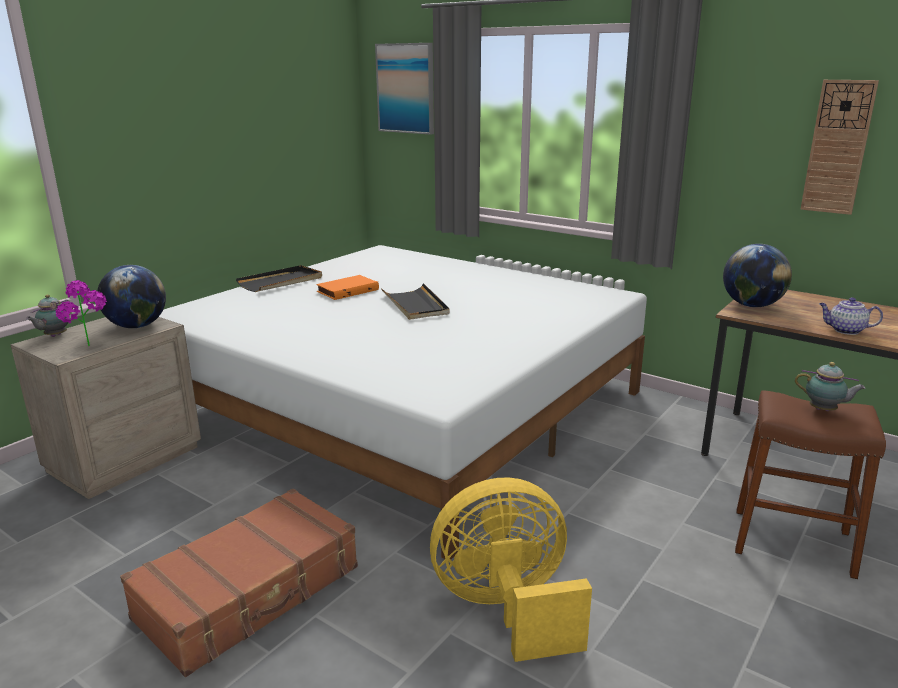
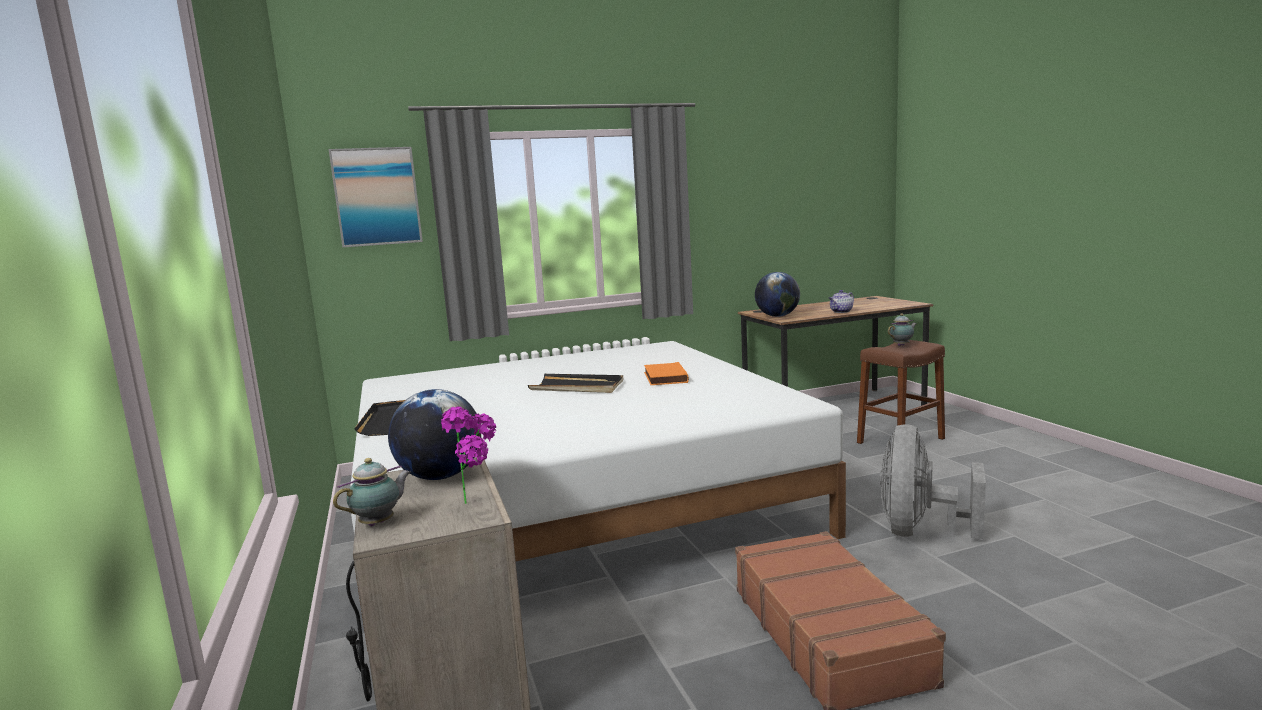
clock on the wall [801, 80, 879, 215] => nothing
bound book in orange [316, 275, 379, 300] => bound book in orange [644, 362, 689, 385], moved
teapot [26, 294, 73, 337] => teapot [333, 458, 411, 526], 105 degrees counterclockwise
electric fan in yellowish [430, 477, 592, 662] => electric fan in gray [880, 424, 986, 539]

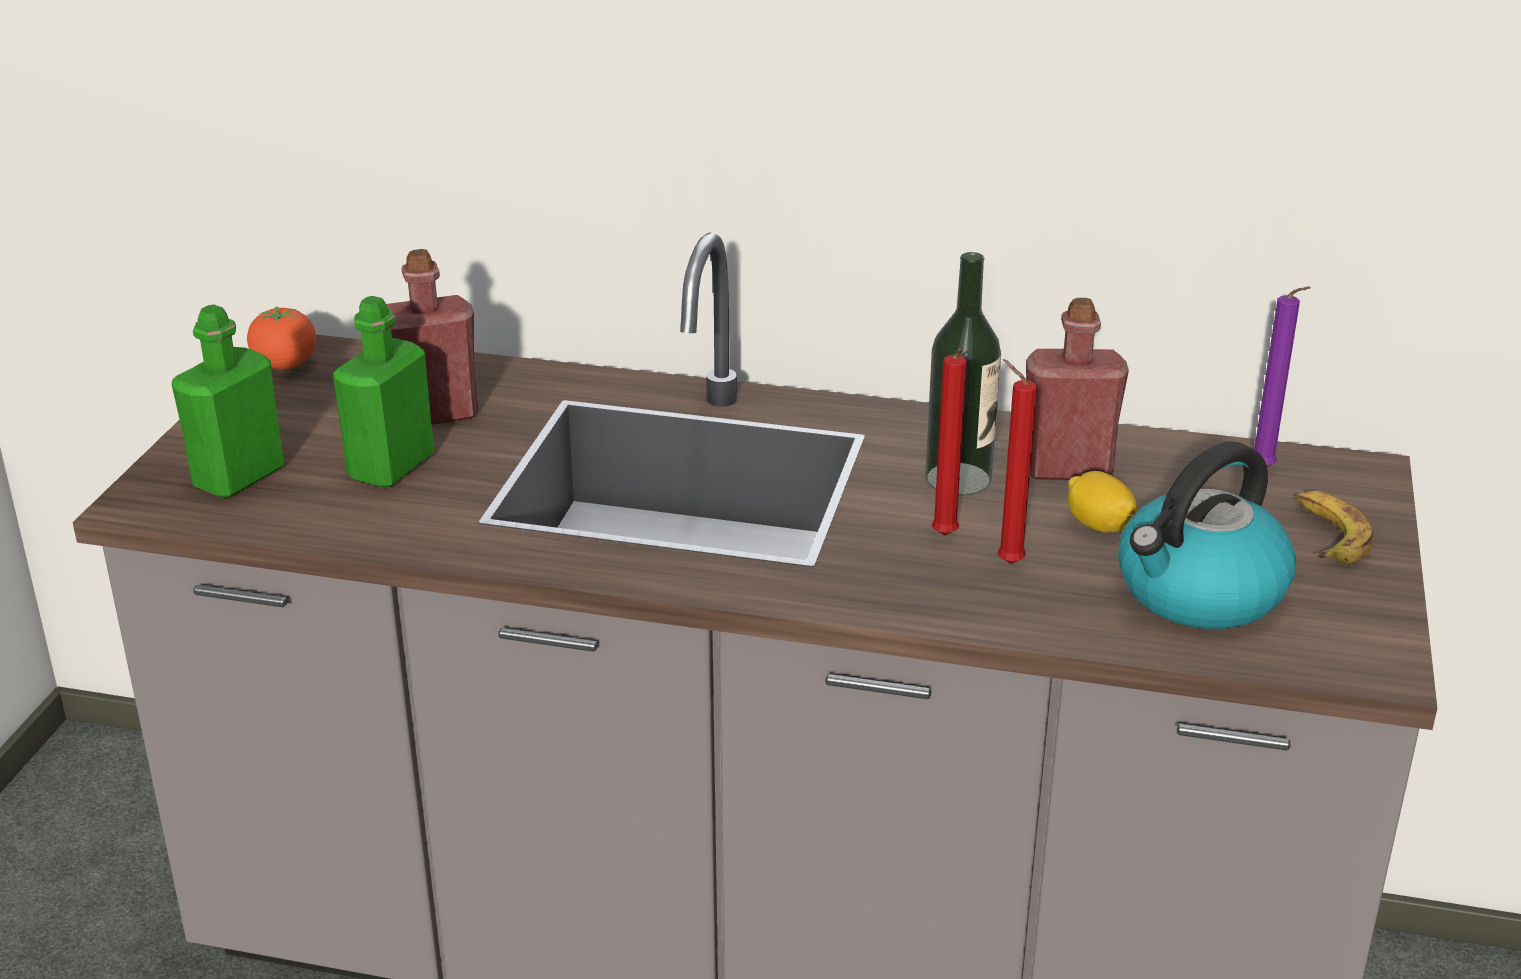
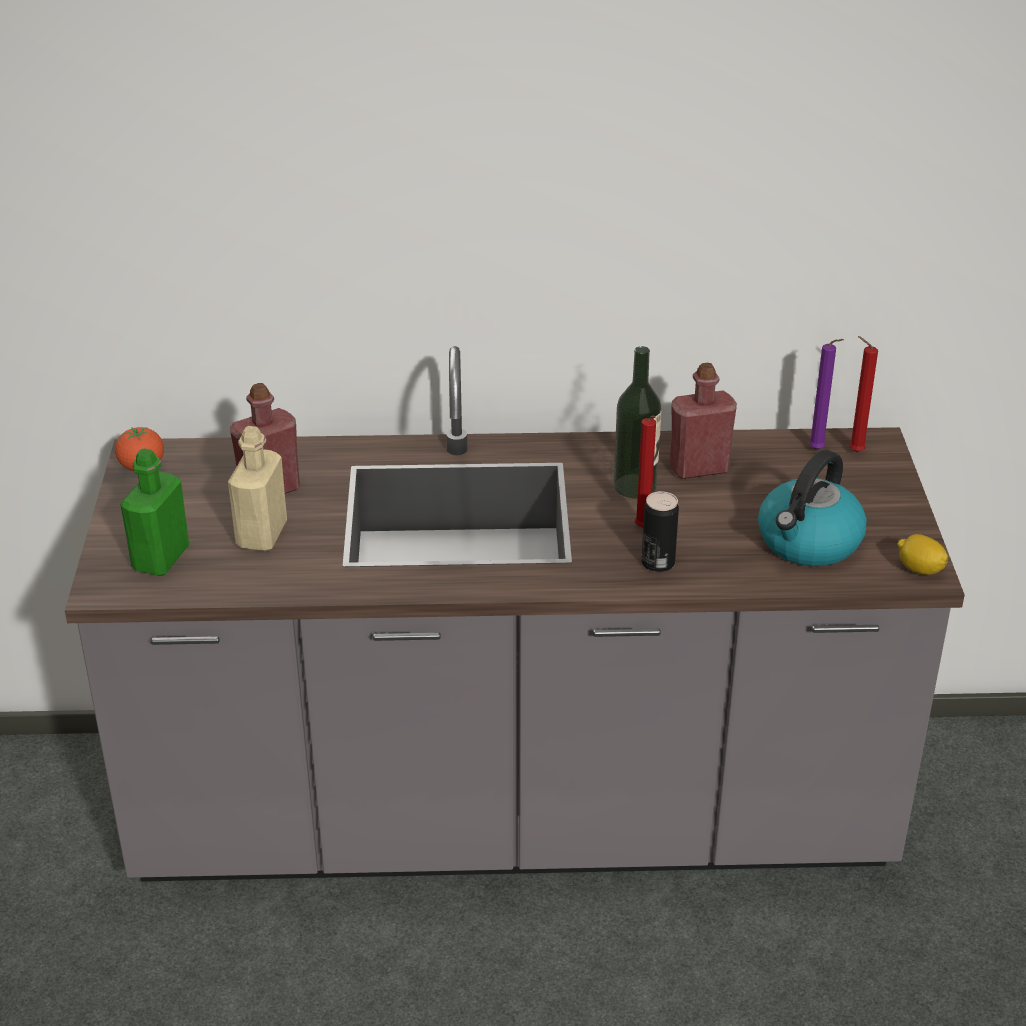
bottle in green [333, 296, 434, 488] => bottle in sand-coloured [228, 426, 287, 551]
candle in red [997, 359, 1037, 564] => candle in red [849, 336, 878, 452], moved
citrus fruit [1068, 471, 1137, 533] => citrus fruit [897, 534, 948, 575], moved
banana [1296, 491, 1373, 563] => nothing
nothing => can [642, 491, 679, 572]

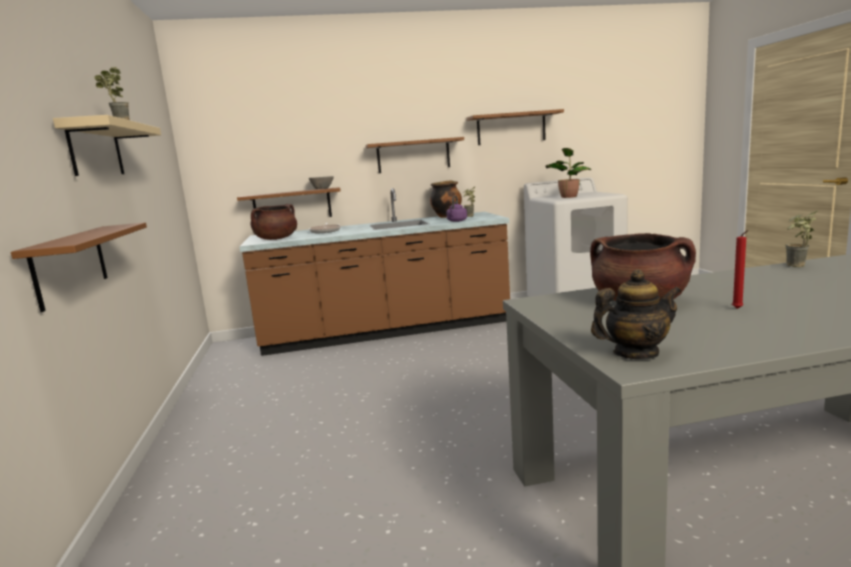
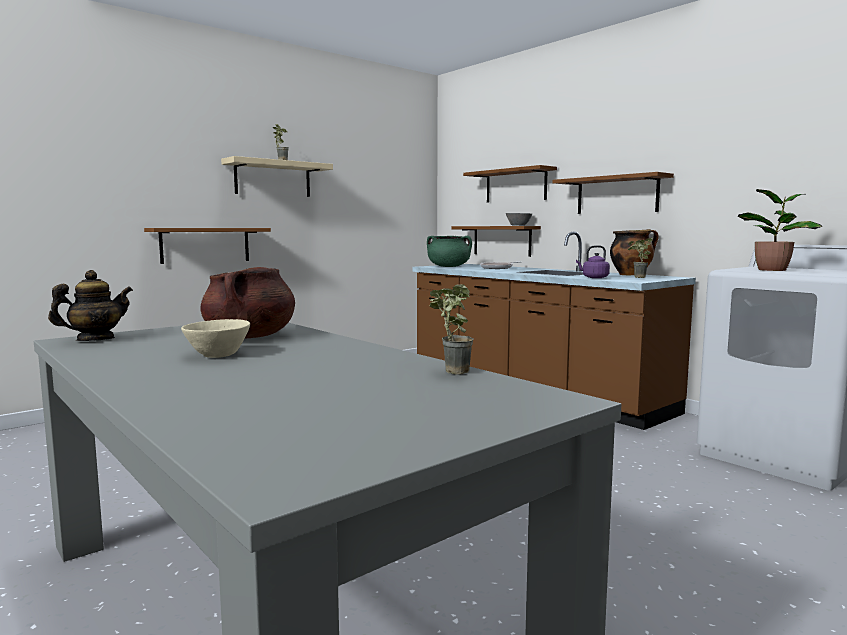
wall shelf in brown [467, 109, 564, 145] => wall shelf in brown [463, 165, 557, 202], moved
stockpot in brown [250, 204, 297, 240] => stockpot in green [427, 236, 472, 267]
candle in red [732, 230, 748, 309] => serving bowl in sand-coloured [181, 319, 250, 358]
teapot [591, 269, 681, 359] => teapot [48, 270, 133, 341], 90 degrees counterclockwise

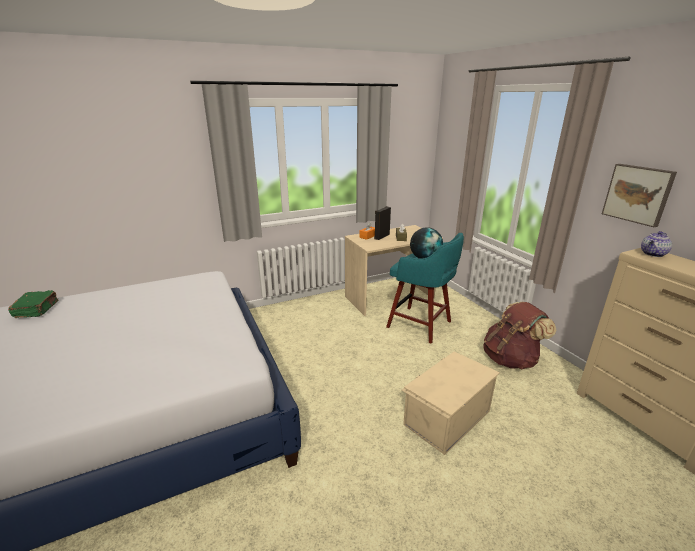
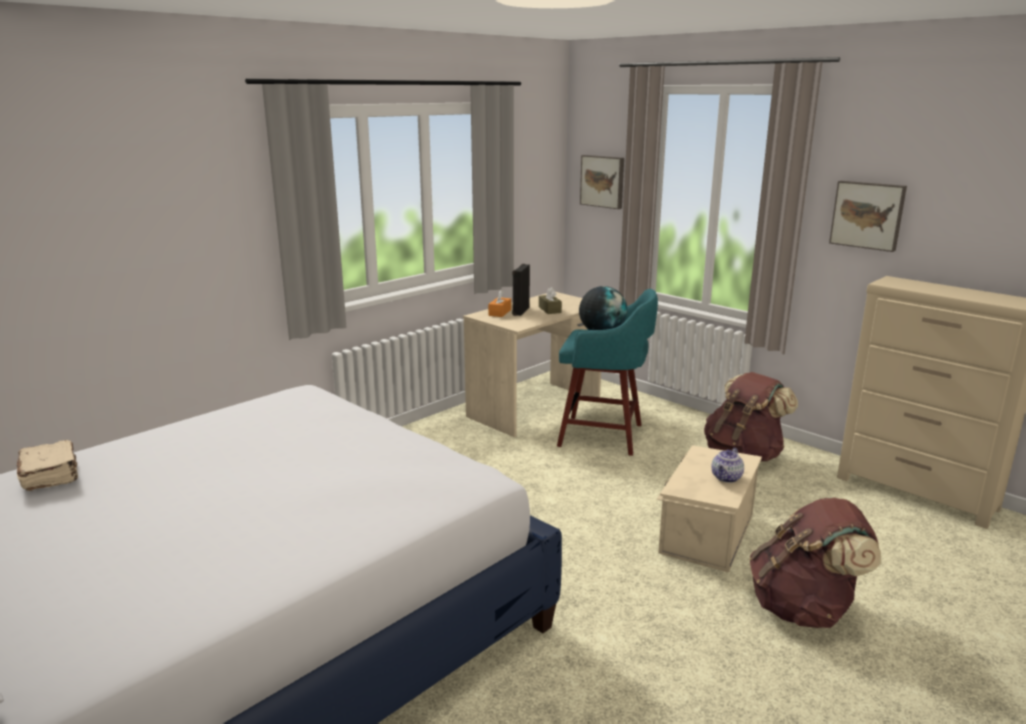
teapot [641, 231, 672, 257] => teapot [711, 448, 744, 483], moved
bound book in green [8, 290, 59, 318] => bound book in sand-coloured [17, 440, 78, 491]
nothing => picture [580, 155, 624, 209]
nothing => backpack in brown [749, 497, 881, 628]

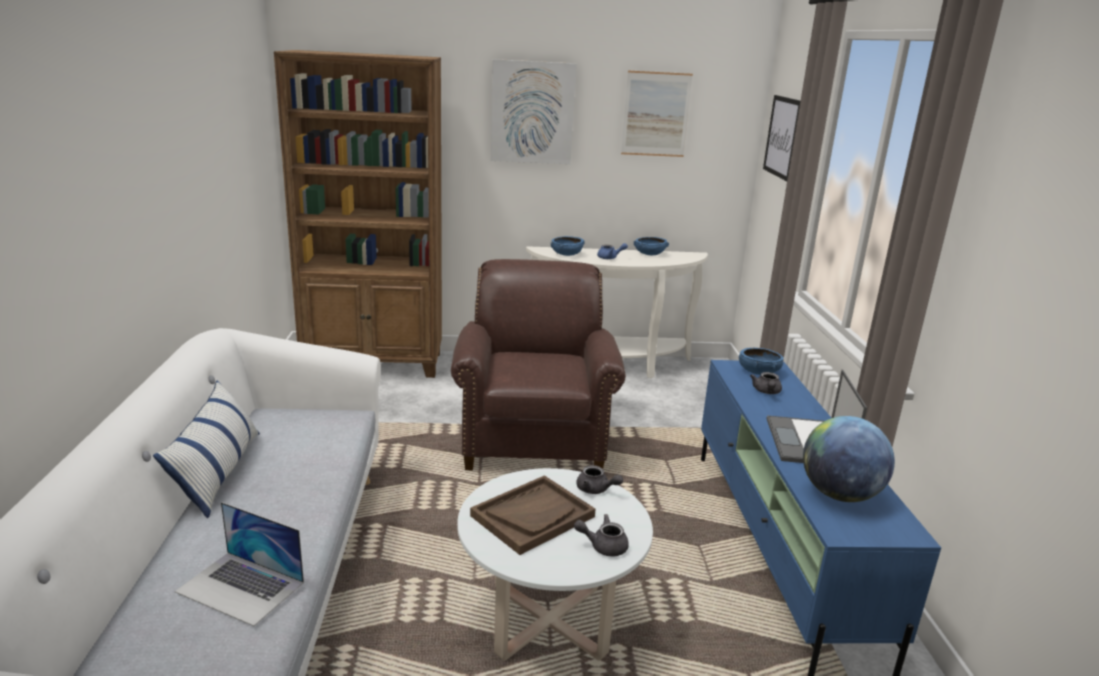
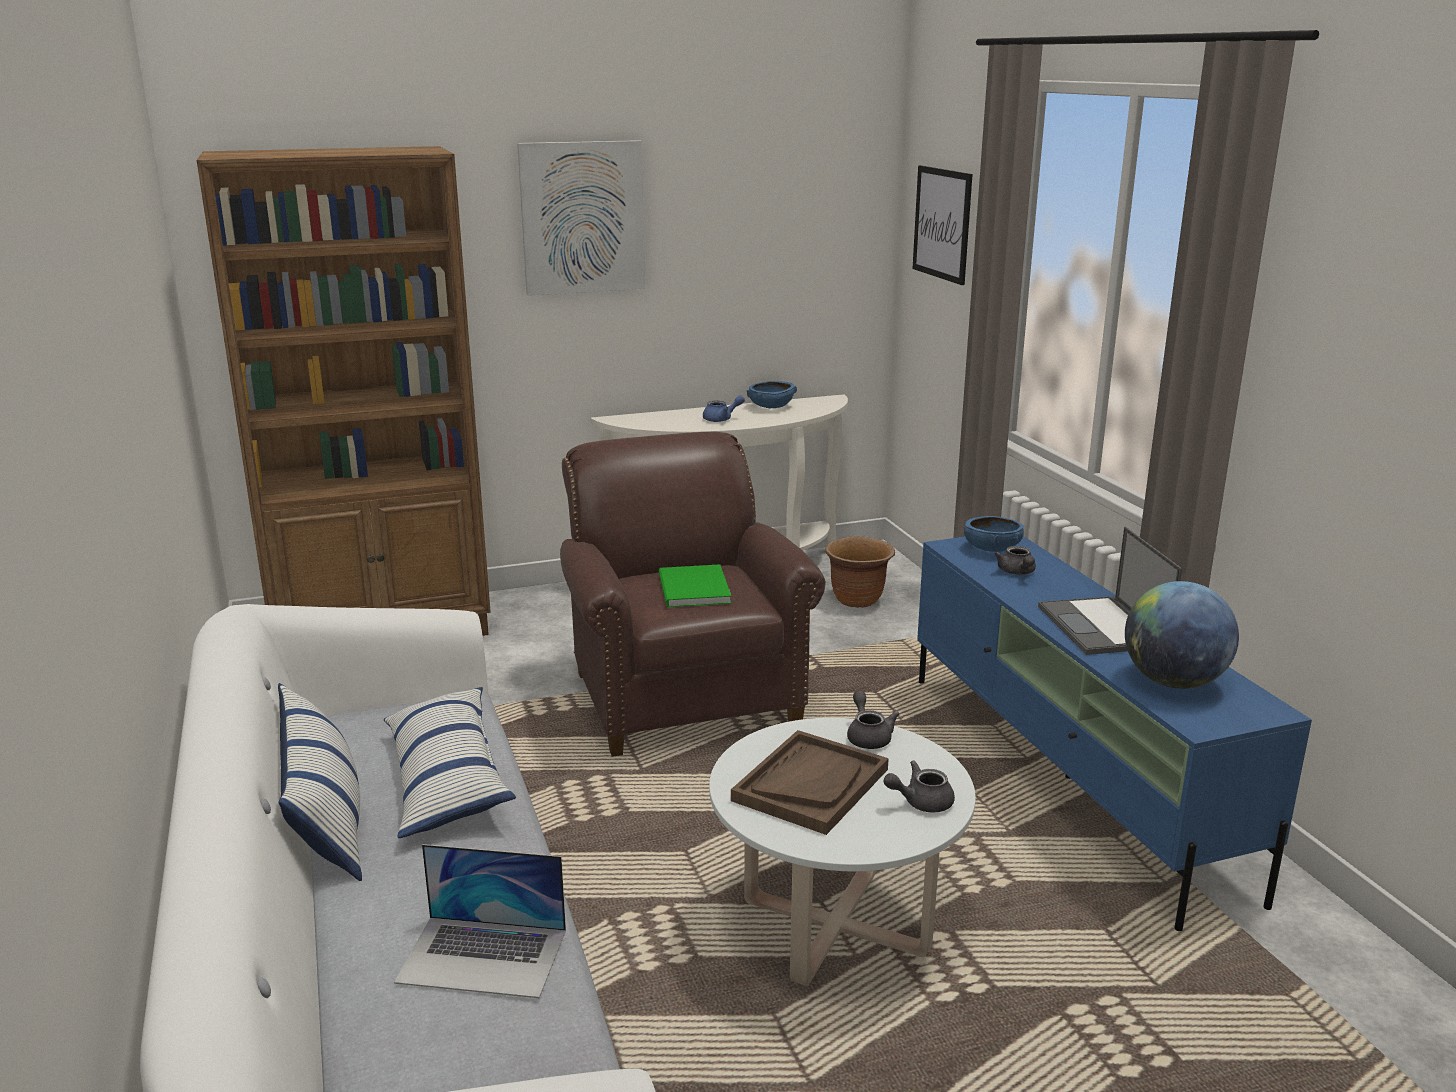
picture [621, 70, 693, 157] => nothing
serving bowl in blue-coloured [551, 236, 585, 256] => nothing
teapot in gray [576, 465, 623, 494] => teapot in gray [847, 691, 899, 749], 120 degrees counterclockwise
nothing => flower pot in brown [825, 536, 895, 608]
nothing => bound book in green [659, 564, 731, 607]
nothing => throw pillow [384, 687, 516, 838]

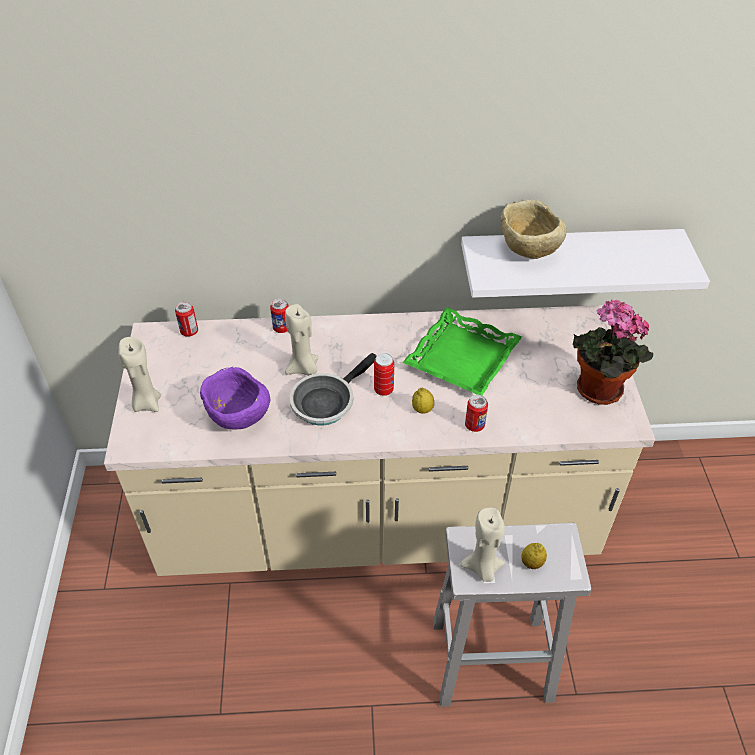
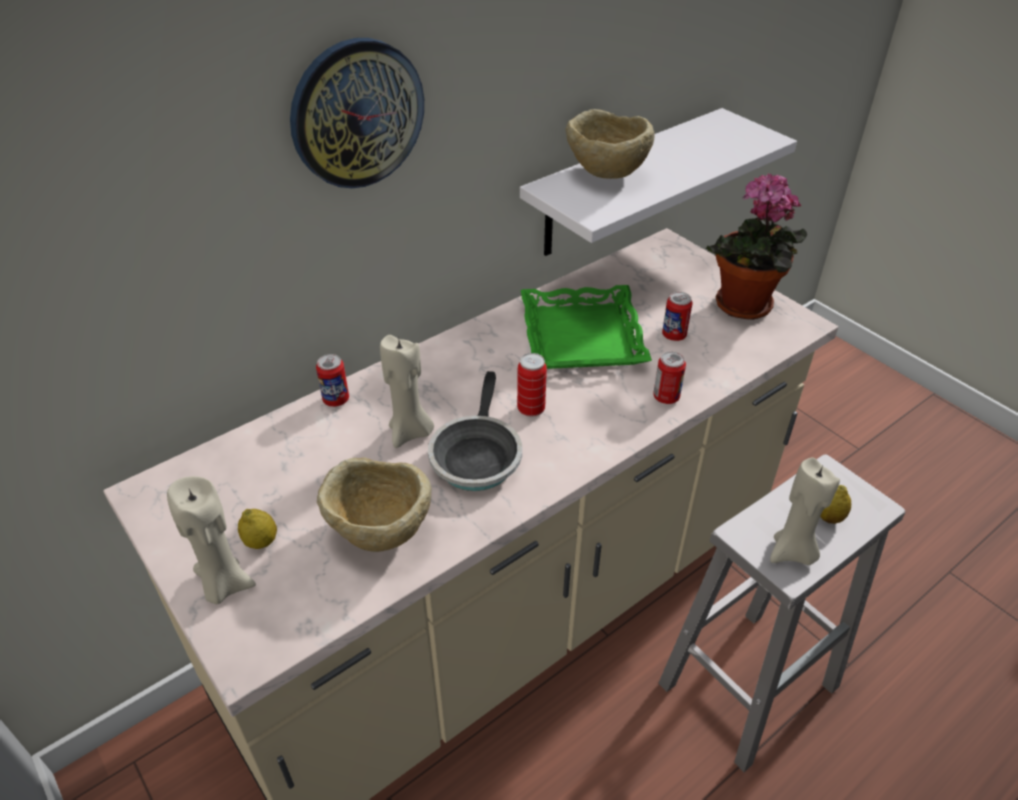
can [175, 302, 198, 337] => can [662, 292, 693, 341], moved
serving bowl in purplish [200, 367, 270, 430] => serving bowl in sand-coloured [317, 457, 432, 552]
citrus fruit [412, 387, 434, 414] => citrus fruit [238, 509, 277, 549], moved
nothing => clock on the wall [290, 38, 424, 188]

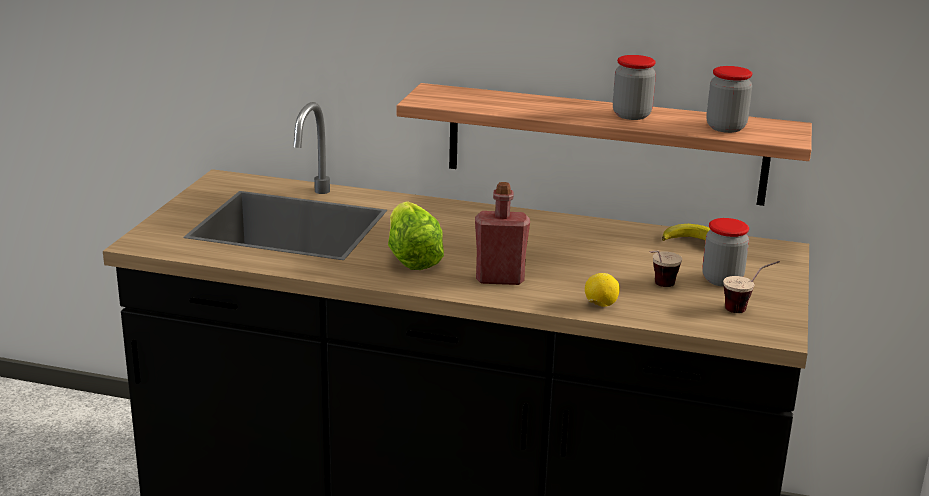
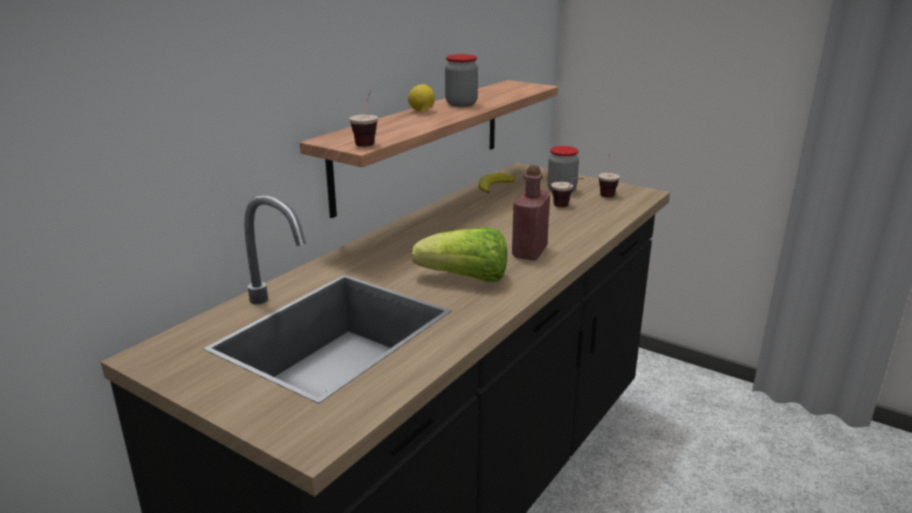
storage jar [707, 66, 752, 133] => nothing
citrus fruit [585, 273, 620, 307] => citrus fruit [408, 84, 435, 111], moved
nothing => drinking cup [349, 90, 378, 147]

